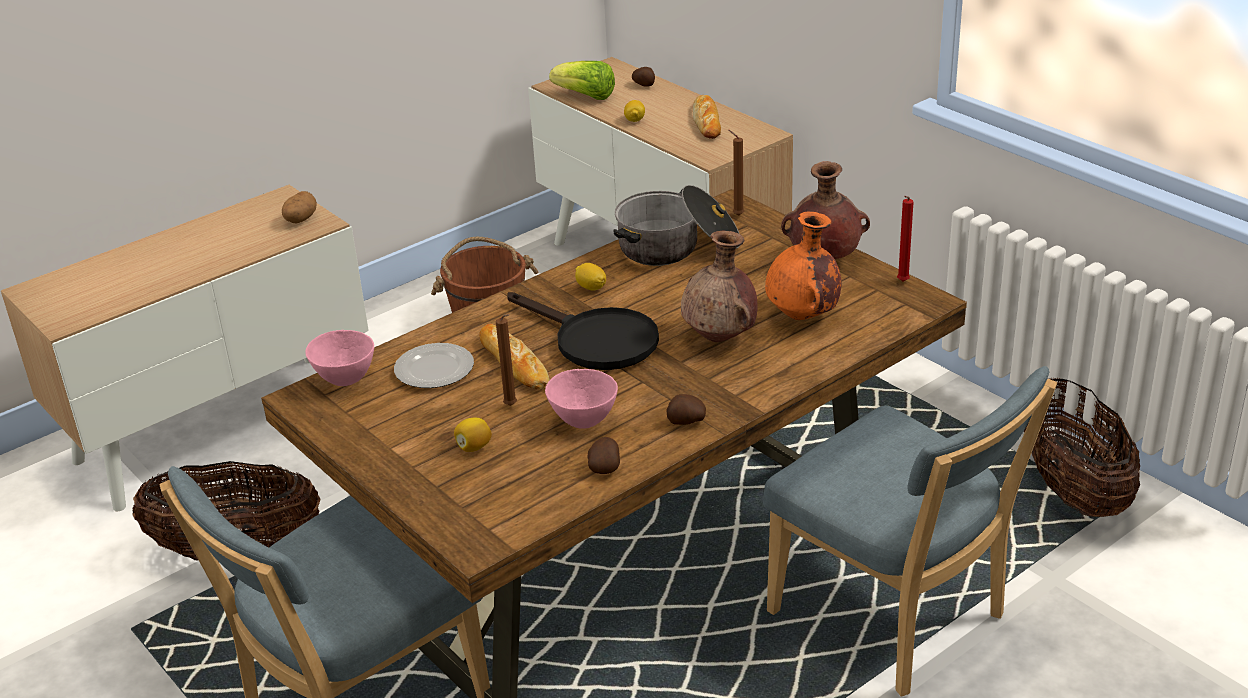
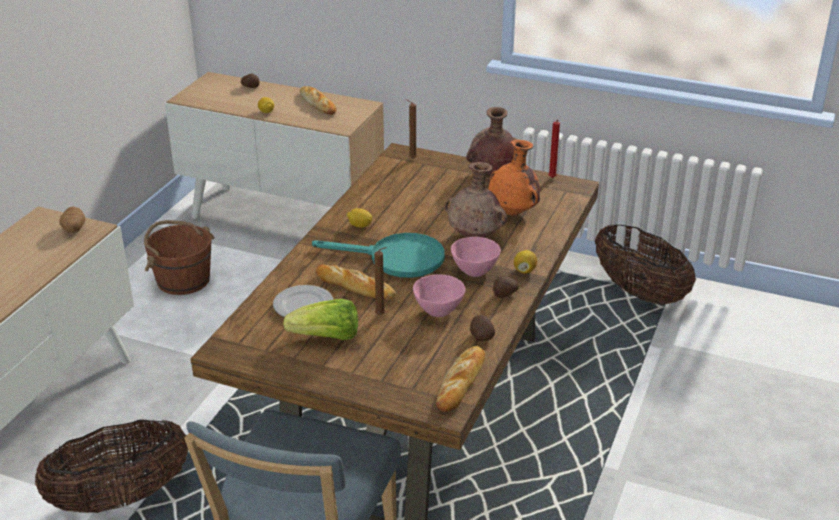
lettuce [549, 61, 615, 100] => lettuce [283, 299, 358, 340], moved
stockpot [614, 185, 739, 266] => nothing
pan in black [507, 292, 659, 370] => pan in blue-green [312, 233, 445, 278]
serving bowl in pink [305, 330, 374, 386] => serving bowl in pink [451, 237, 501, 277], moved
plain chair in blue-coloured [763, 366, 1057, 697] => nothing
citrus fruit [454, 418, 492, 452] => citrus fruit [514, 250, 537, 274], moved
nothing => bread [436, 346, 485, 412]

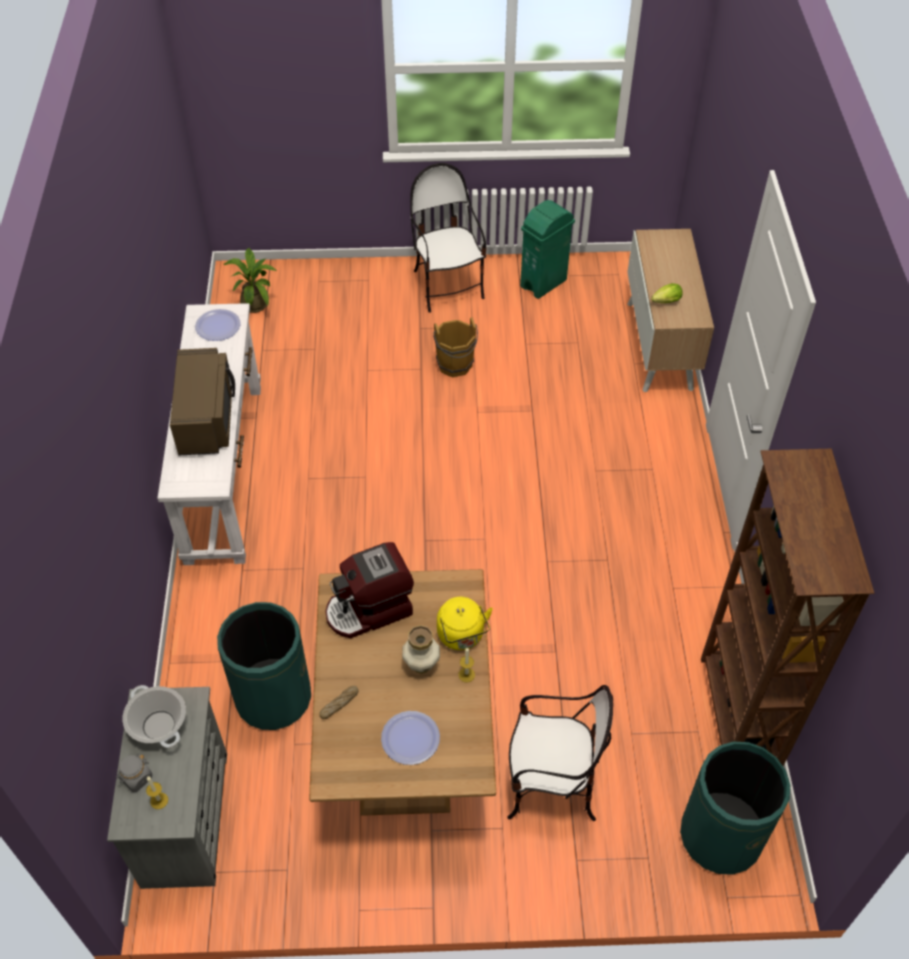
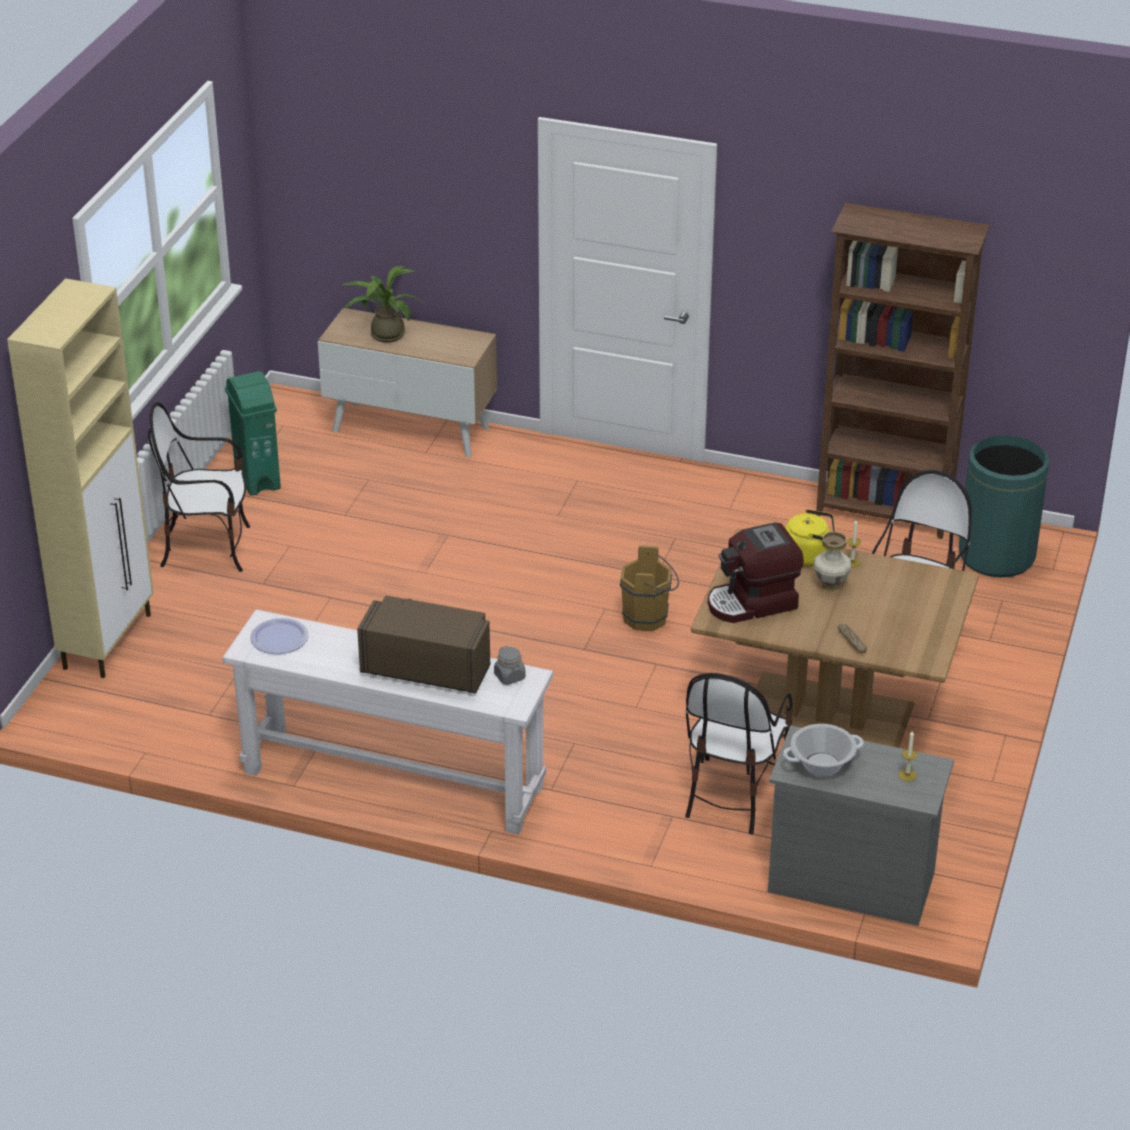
plant in a pot [224, 248, 277, 313] => plant in a pot [342, 266, 426, 343], moved
lettuce [651, 283, 683, 303] => nothing
pail in brown [433, 317, 478, 377] => pail in brown [620, 545, 679, 631], moved
coffee brewer [326, 542, 414, 638] => coffee brewer [708, 522, 804, 623], 75 degrees clockwise
rubbish bin in green [217, 602, 311, 730] => plain chair [685, 673, 793, 835]
flat dish [381, 711, 440, 765] => nothing
storage jar in gray [116, 754, 152, 792] => storage jar in gray [494, 646, 525, 685], moved
nothing => storage cabinet in sand-coloured [7, 278, 154, 678]

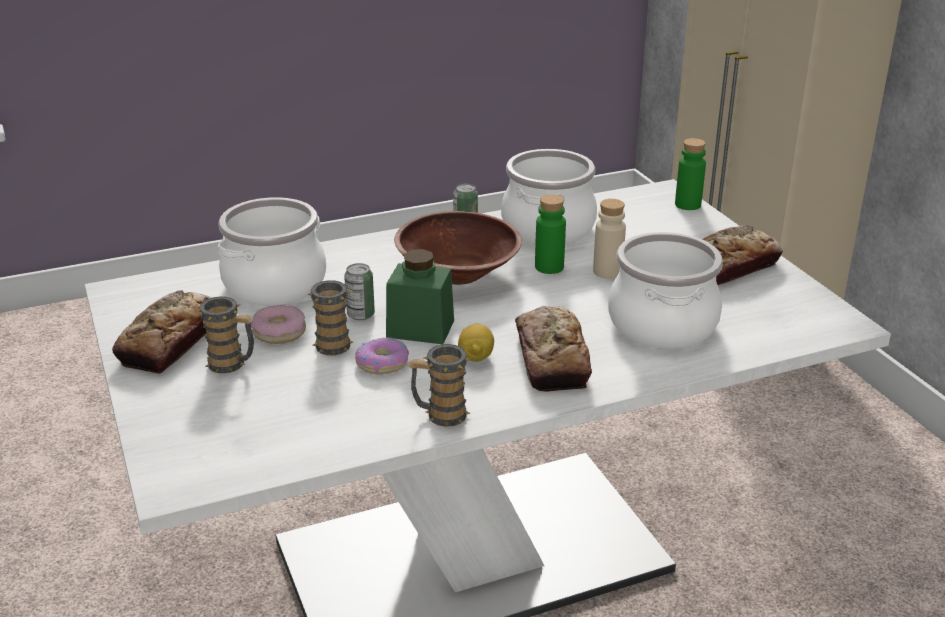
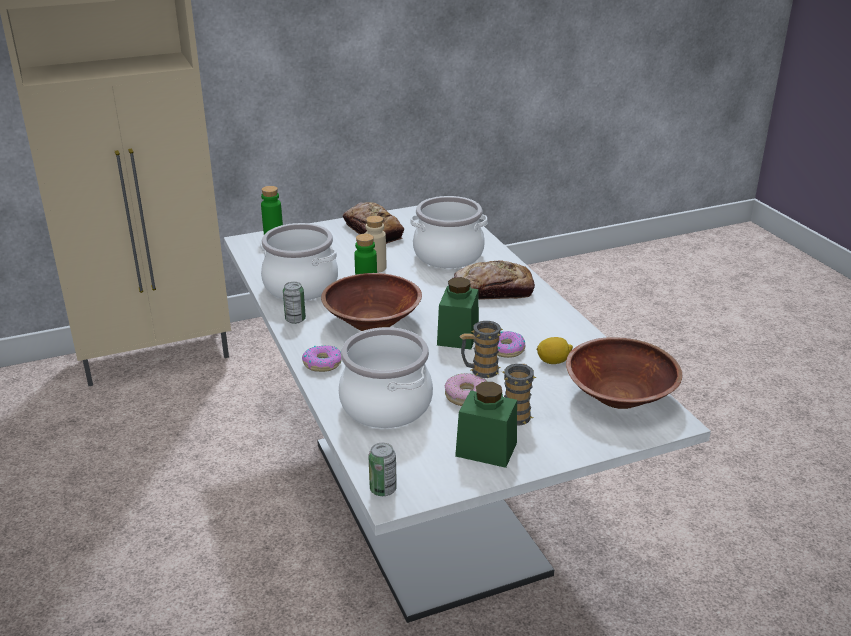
can [344, 263, 375, 320] => can [368, 443, 397, 496], moved
bread [112, 290, 211, 374] => storage jar in green [455, 382, 517, 468]
citrus fruit [458, 324, 494, 362] => citrus fruit [537, 337, 573, 364], moved
mug [408, 344, 470, 427] => nothing
nothing => serving bowl in brown [566, 337, 682, 409]
nothing => donut [302, 345, 342, 372]

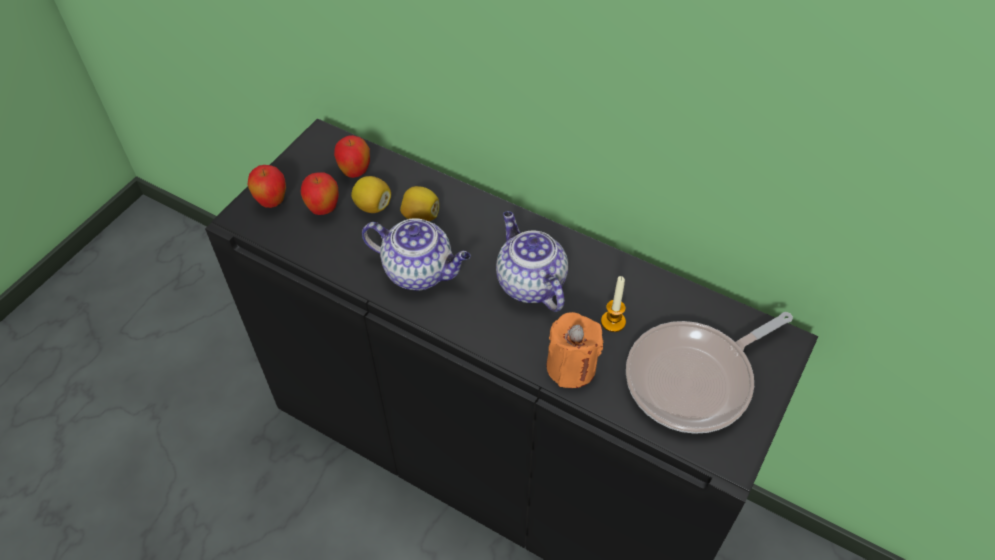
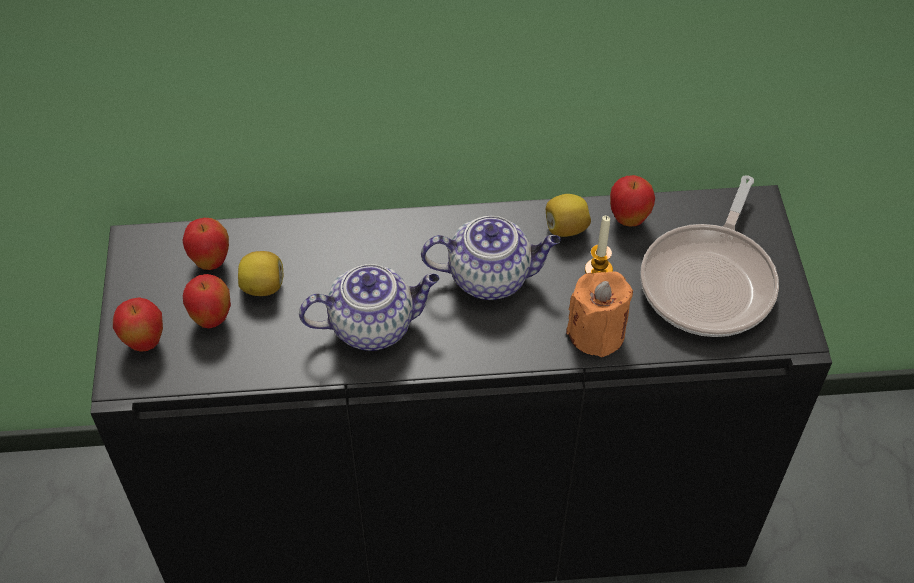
citrus fruit [400, 186, 439, 221] => citrus fruit [546, 194, 591, 237], moved
teapot [496, 211, 568, 312] => teapot [421, 216, 561, 300], 150 degrees clockwise
nothing => apple fruit [610, 175, 655, 226]

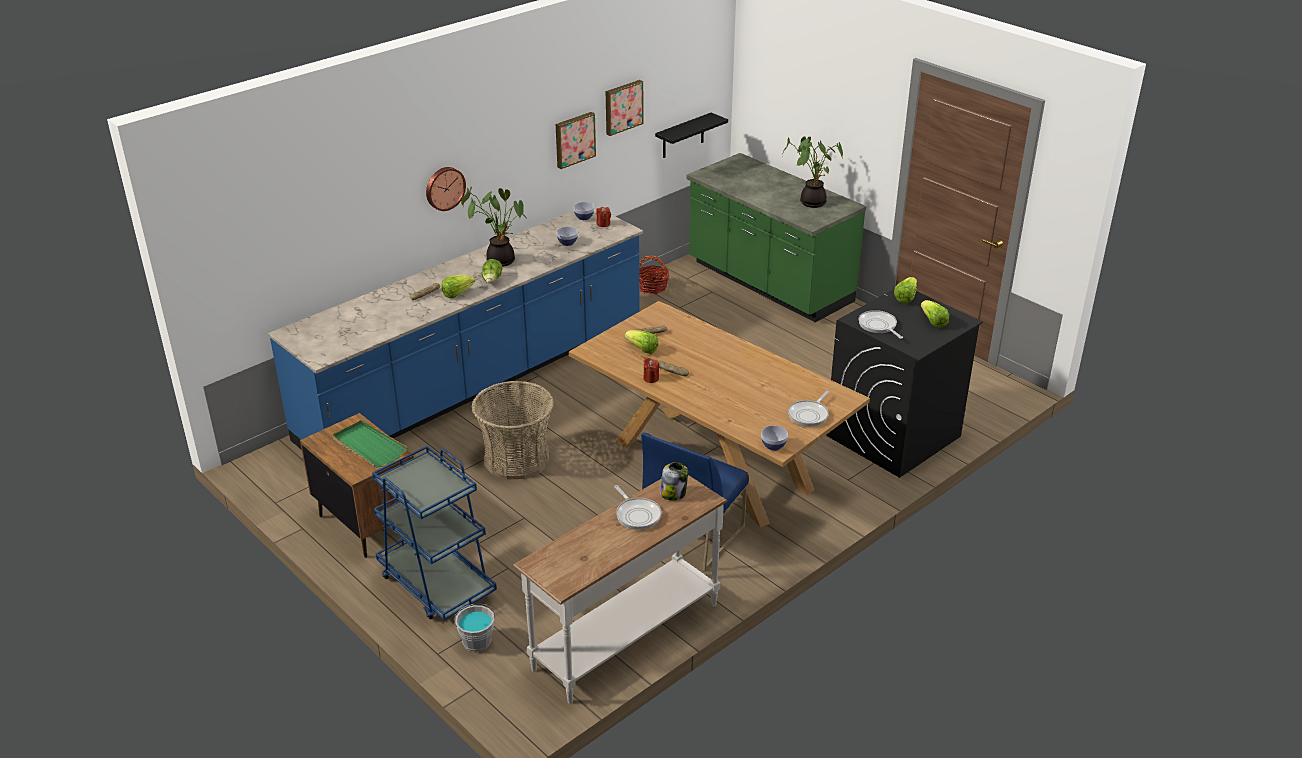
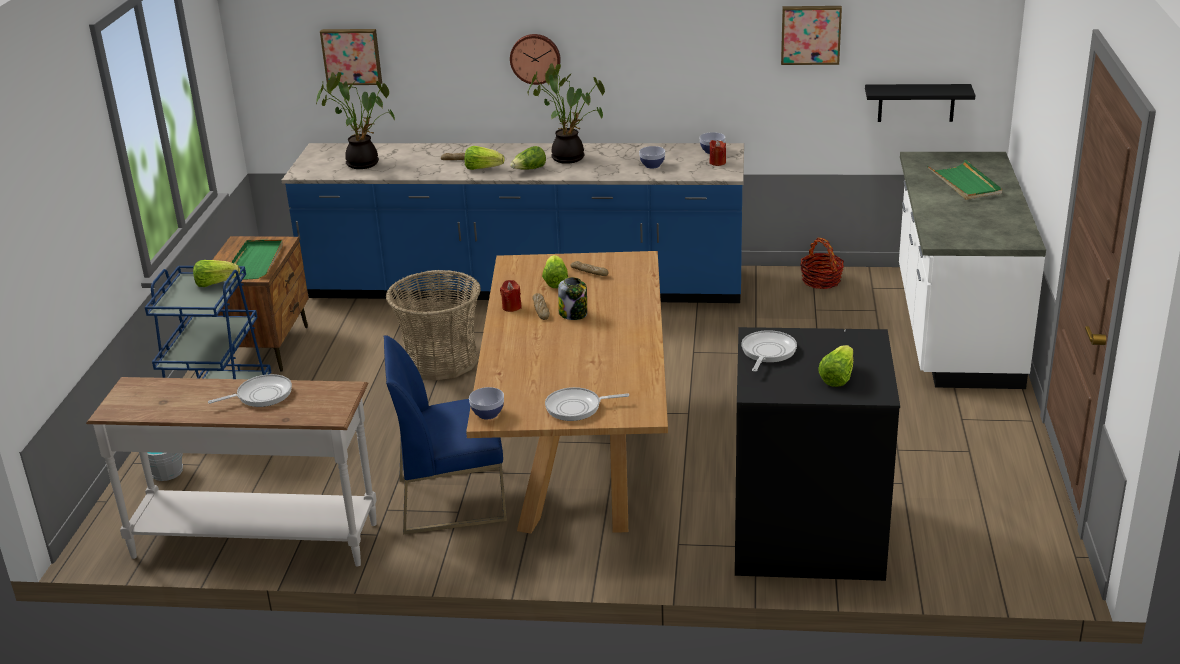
picture [556, 112, 596, 169] => picture [320, 29, 382, 85], moved
plant in a pot [782, 136, 843, 208] => plant in a pot [316, 72, 395, 169], moved
counter in green [686, 153, 866, 322] => counter in whitish [899, 152, 1046, 389]
lettuce [894, 277, 917, 303] => lettuce [193, 260, 240, 287], moved
storage jar [660, 462, 688, 501] => storage jar [558, 277, 587, 320], moved
pan [614, 485, 662, 530] => pan [208, 374, 292, 407], 135 degrees counterclockwise
nothing => serving tray in green [927, 160, 1002, 200]

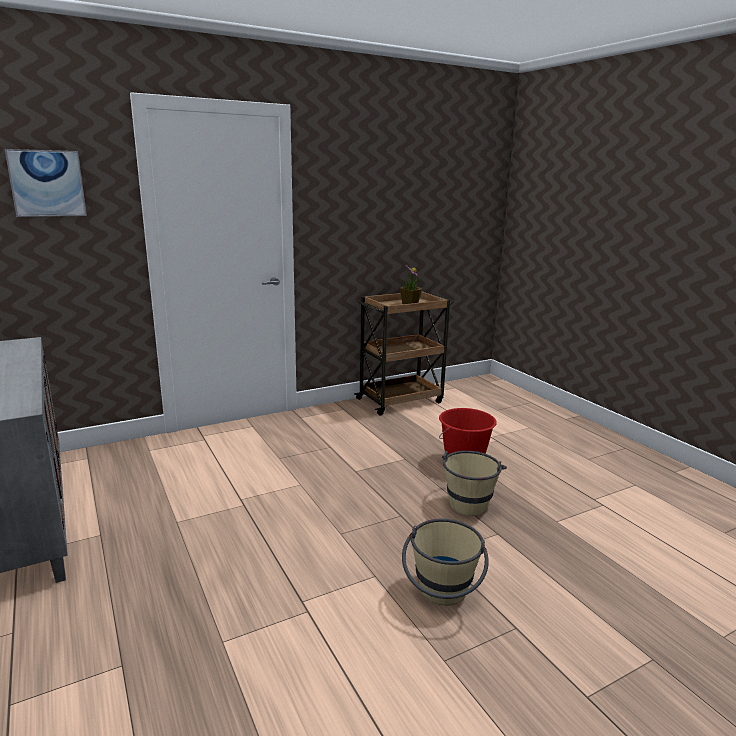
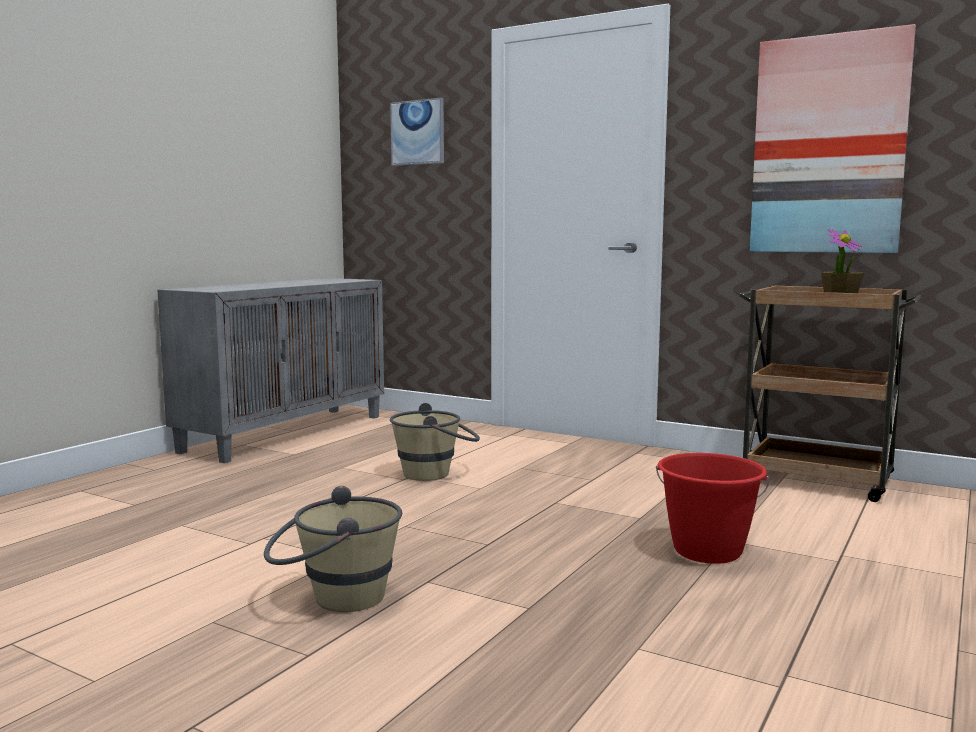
pail in sand-coloured [442, 451, 507, 516] => pail in sand-coloured [390, 403, 480, 481], moved
nothing => picture [750, 24, 916, 253]

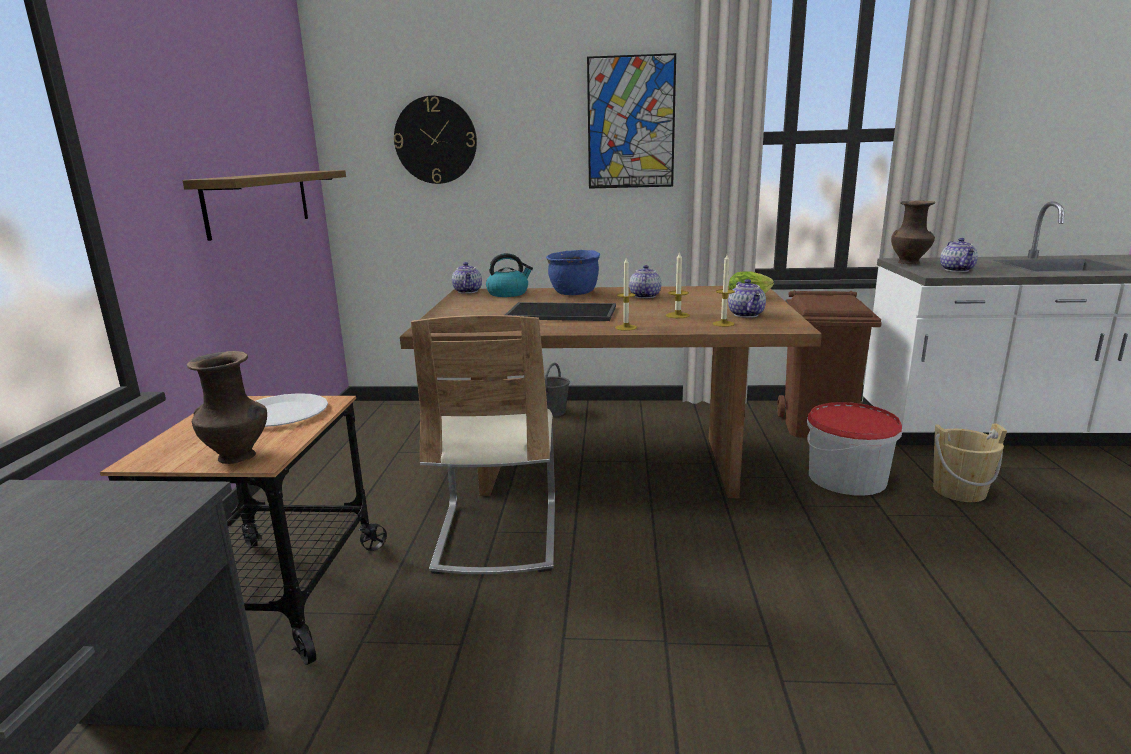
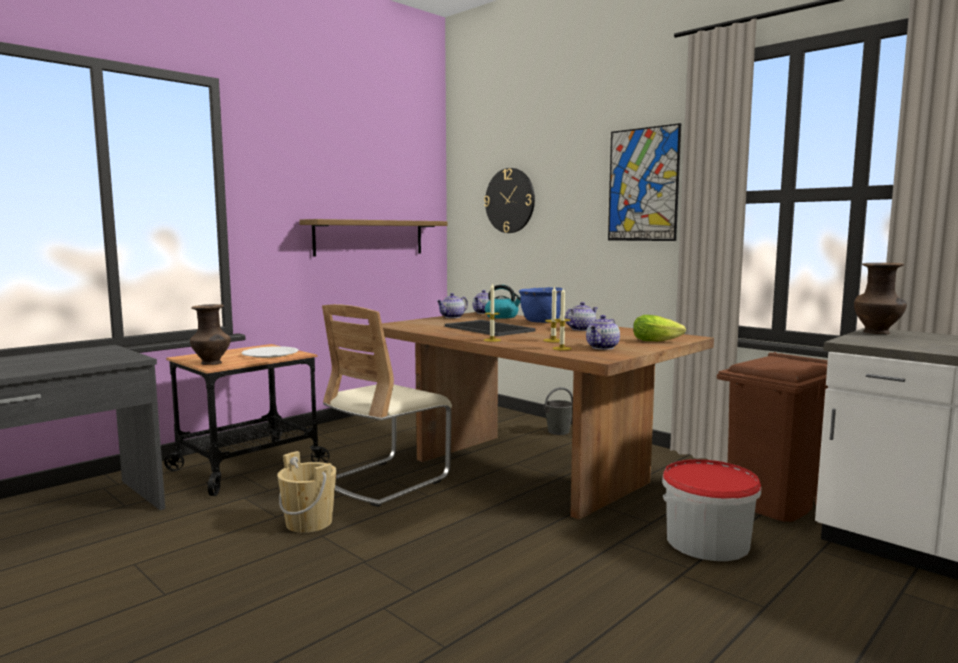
teapot [940, 238, 978, 272] => teapot [437, 293, 468, 318], moved
pail in sand-coloured [933, 423, 1007, 502] => pail in sand-coloured [277, 451, 336, 533], moved

